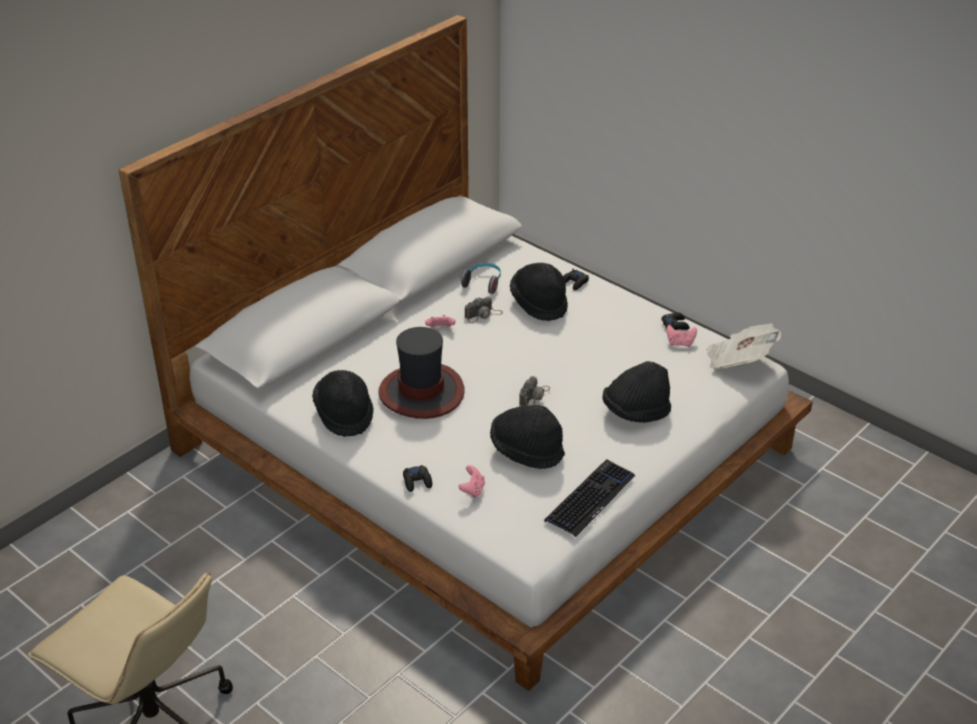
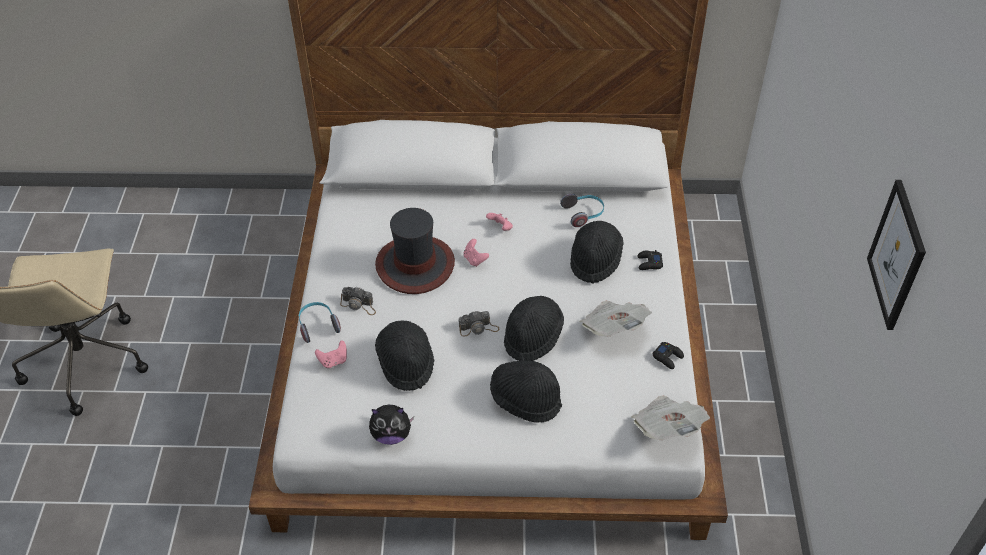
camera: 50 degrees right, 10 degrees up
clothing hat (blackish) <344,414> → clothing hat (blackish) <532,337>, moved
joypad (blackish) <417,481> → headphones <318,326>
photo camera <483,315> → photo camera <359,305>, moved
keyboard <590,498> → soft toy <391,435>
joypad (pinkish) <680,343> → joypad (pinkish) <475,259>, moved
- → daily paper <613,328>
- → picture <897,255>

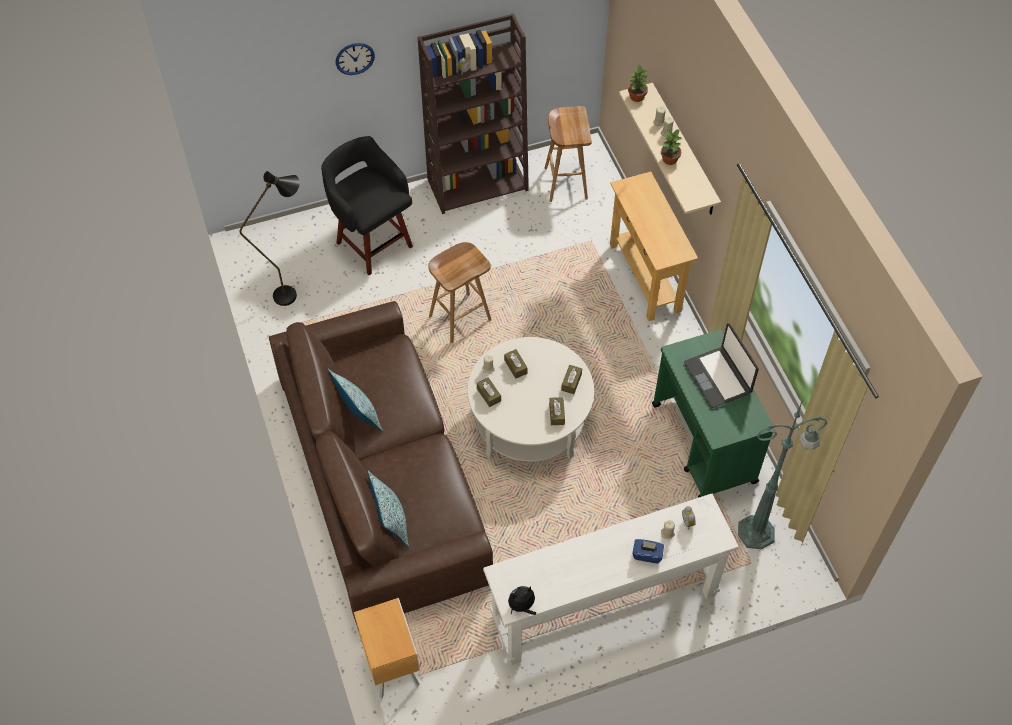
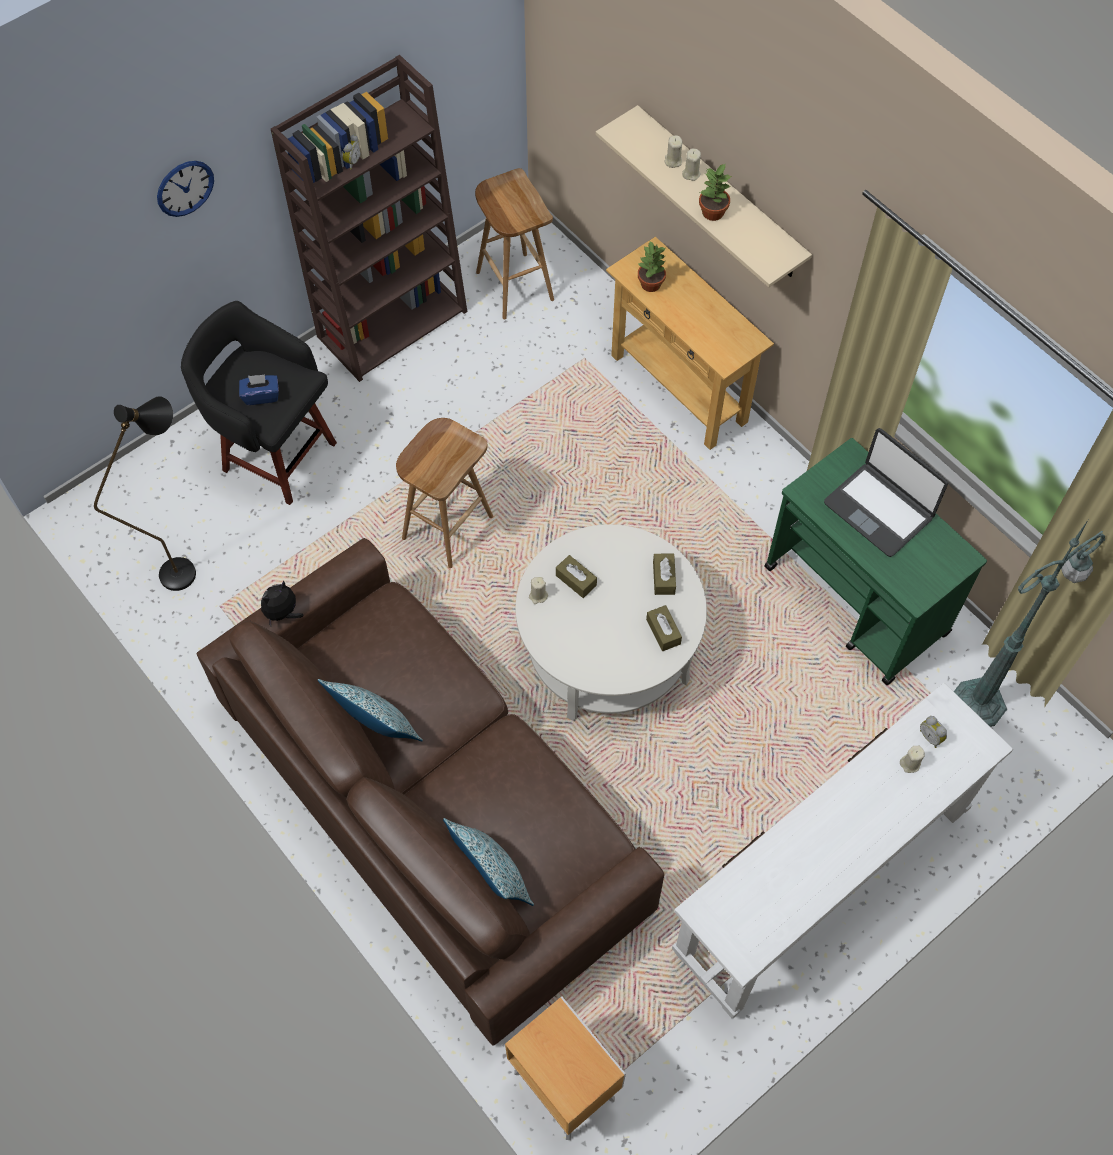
camera: 20 degrees left, 5 degrees up
box of tissues (brown) <488,395> → -
soft toy <522,606> → soft toy <283,613>, moved
plant in a pot <636,97> → plant in a pot <650,284>, moved
box of tissues (blue-coloured) <647,554> → box of tissues (blue-coloured) <261,396>, moved

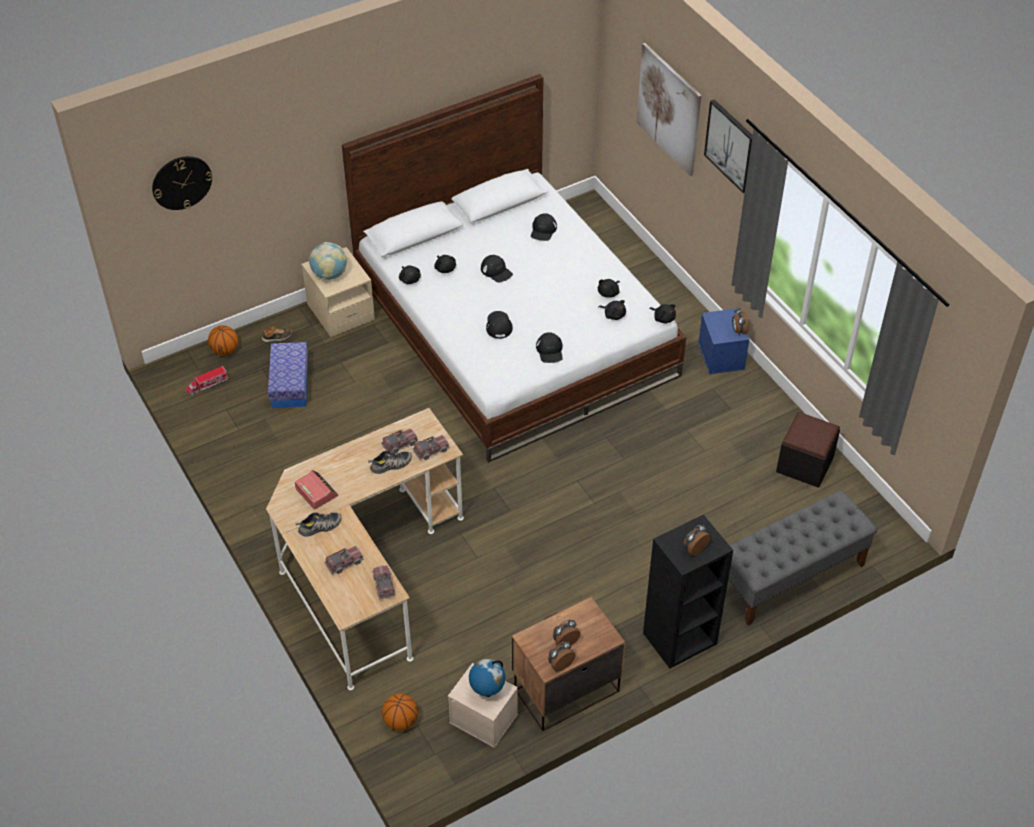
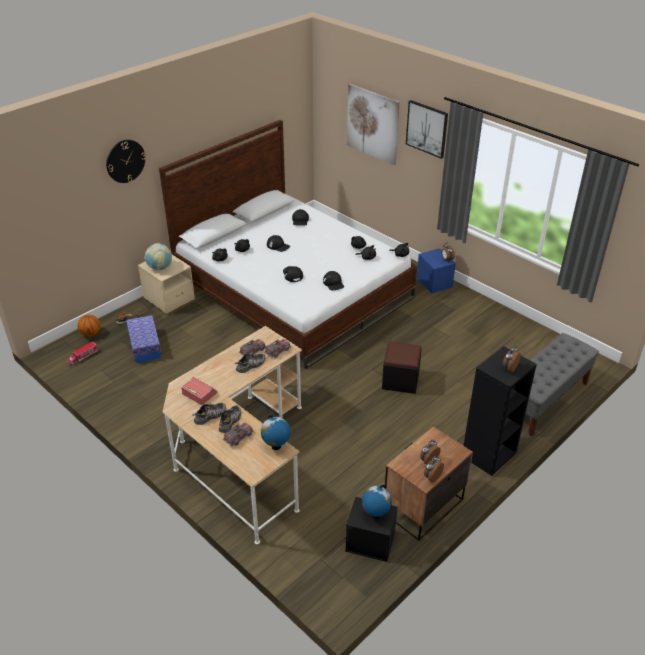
camera: 15 degrees left, 10 degrees down
wall clock <181,182> → wall clock <125,161>, moved
model truck <384,585> → globe <276,446>
basketball <401,721> → -
storage box (beige) <484,718> → storage box (blackish) <371,541>
ottoman (blackish) <804,464> → ottoman (blackish) <400,380>, moved
- → low shoe <230,421>

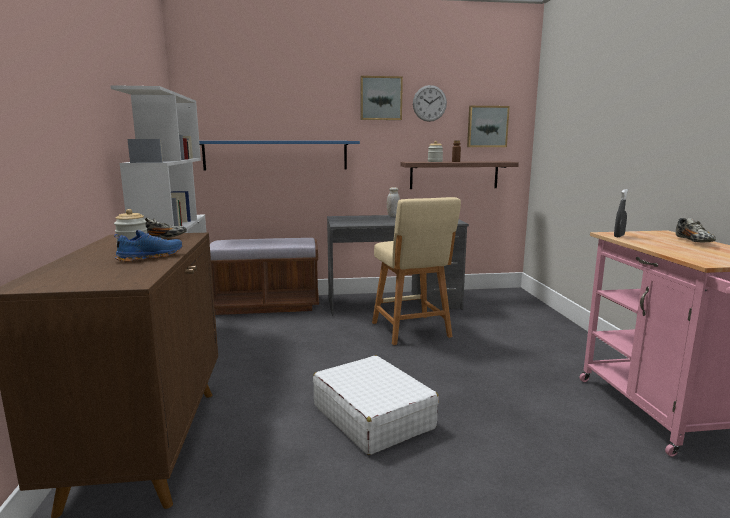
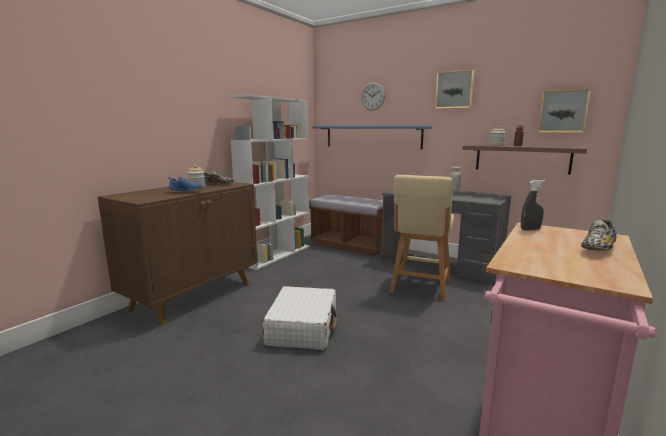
camera: 40 degrees right, 0 degrees up
wall clock <429,103> → wall clock <372,96>, moved

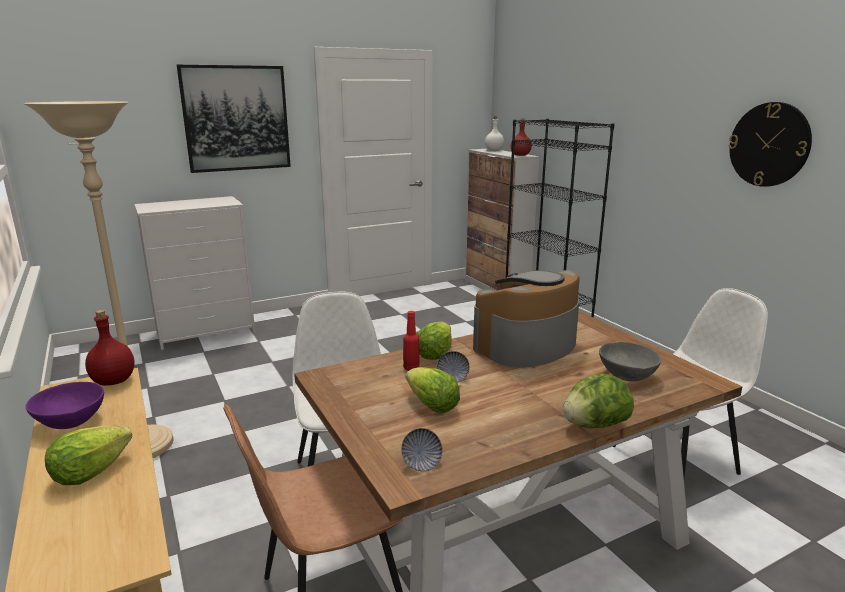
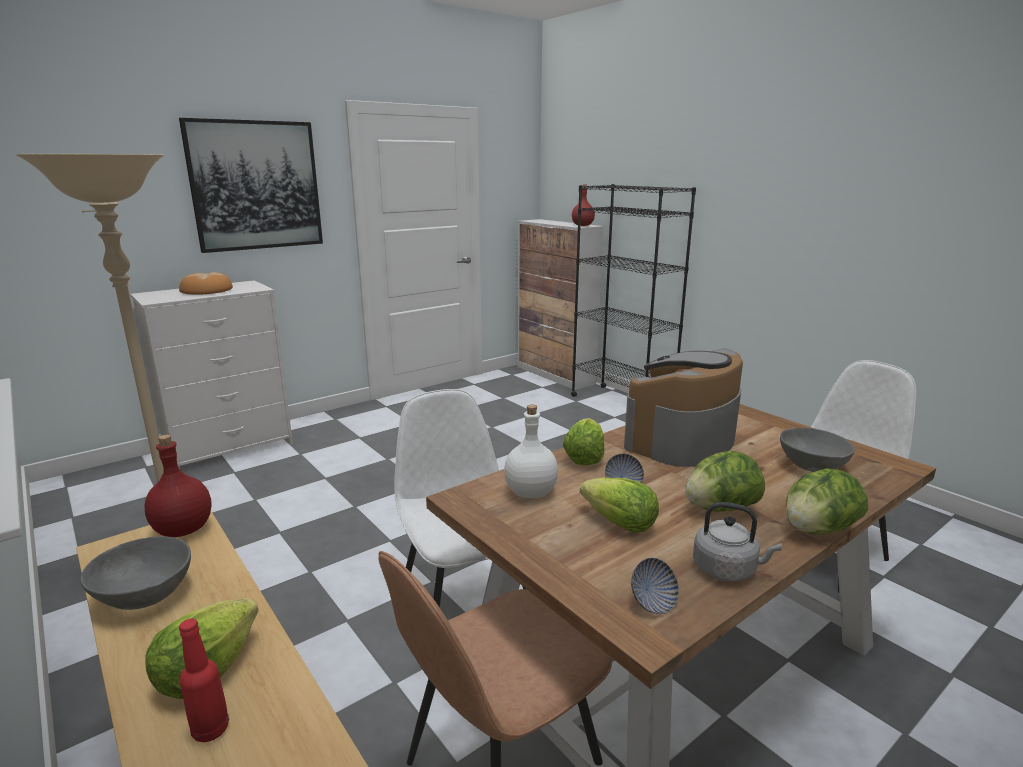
camera: 10 degrees left, 0 degrees up
deep dish (purplish) <71,421> → deep dish (gray) <145,595>
beverage bottle (red-coloured) <411,368> → beverage bottle (red-coloured) <210,730>, moved
beverage bottle (whitish) <494,150> → beverage bottle (whitish) <531,492>, moved
wall clock <769,144> → -
- → baked bread <206,290>
- → head of lettuce <720,508>
- → kettle (gray) <727,570>

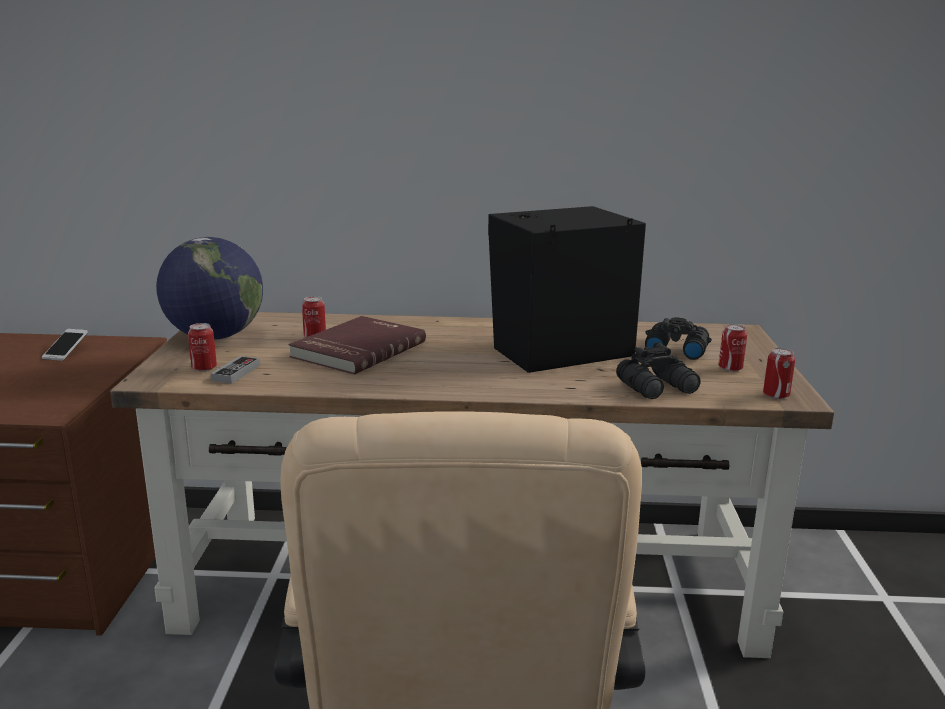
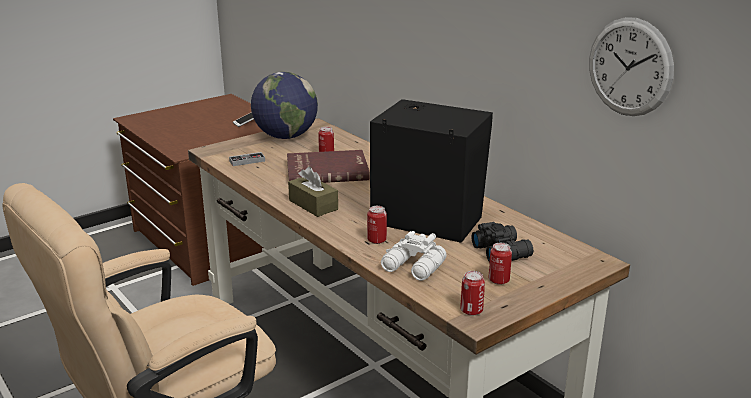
camera: 50 degrees right, 5 degrees up
sealed can <204,368> → sealed can <376,240>, moved
binoculars (blackish) <659,388> → binoculars (whitish) <414,268>
- → box of tissues (brown) <313,205>
- → wall clock <629,67>

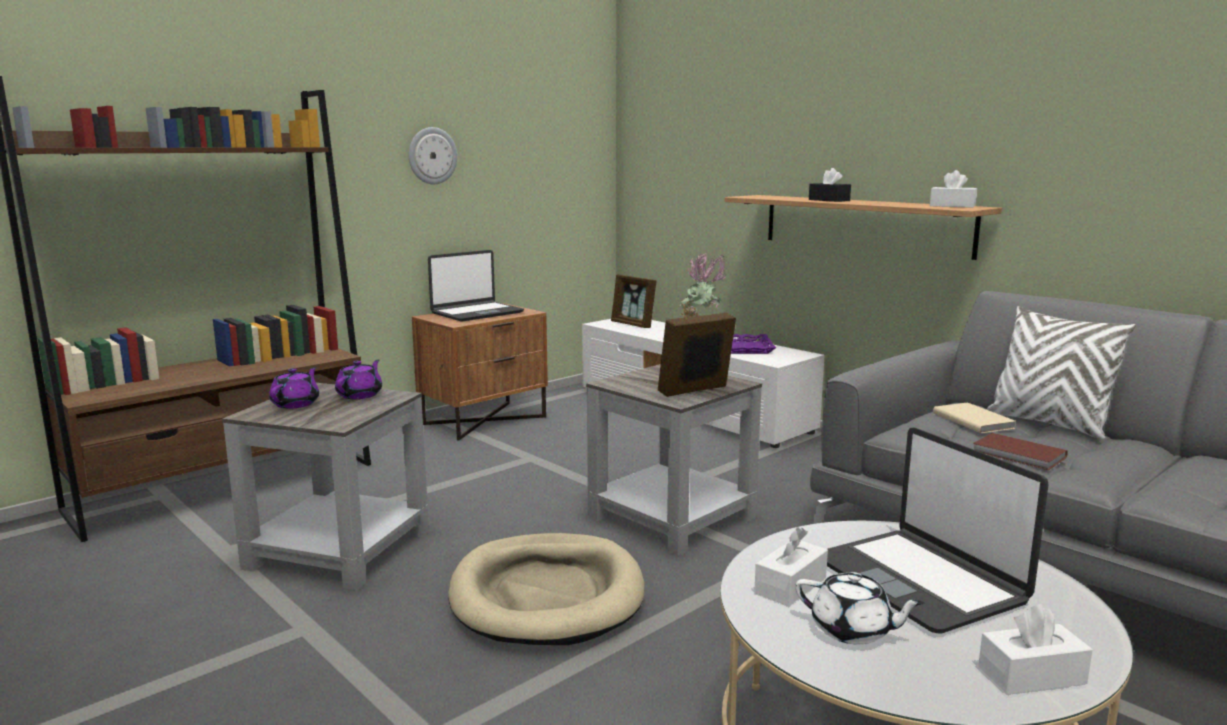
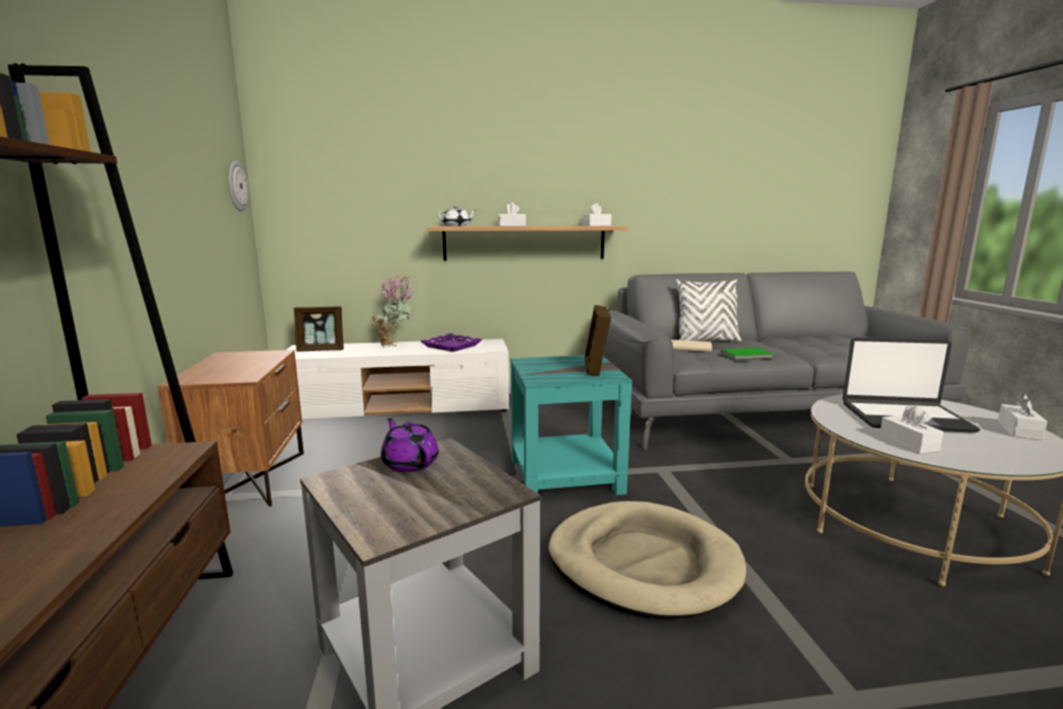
camera: 55 degrees left, 0 degrees up
teapot (purplish) <296,404> → -
wall clock <432,155> → wall clock <236,186>, moved
portable computer <476,313> → -
end table (gray) <674,516> → end table (turquoise-coloured) <566,474>
teapot (whitish) <852,631> → teapot (whitish) <457,226>, moved
box of tissues (blackish) <829,200> → box of tissues (whitish) <512,226>
book (brown) <1019,455> → book (green) <747,356>

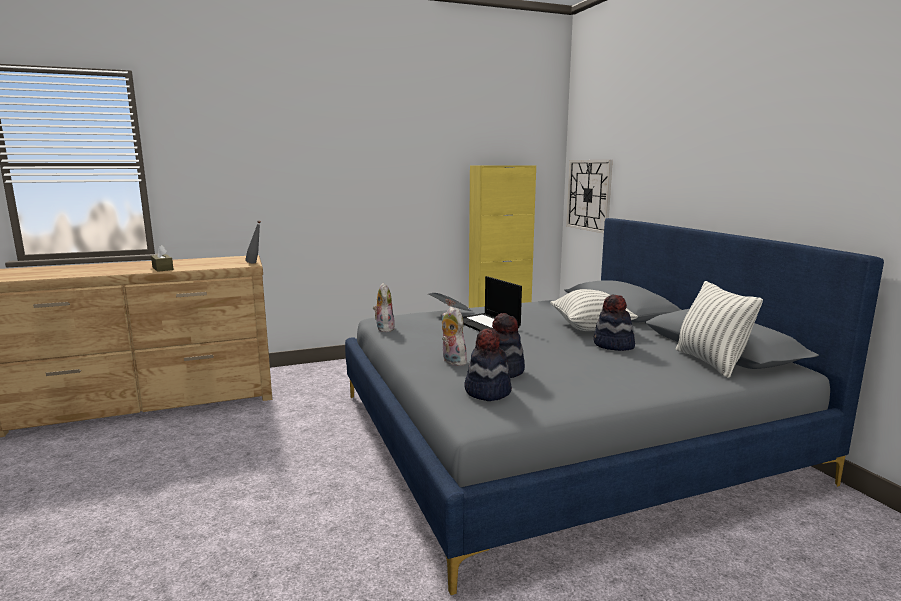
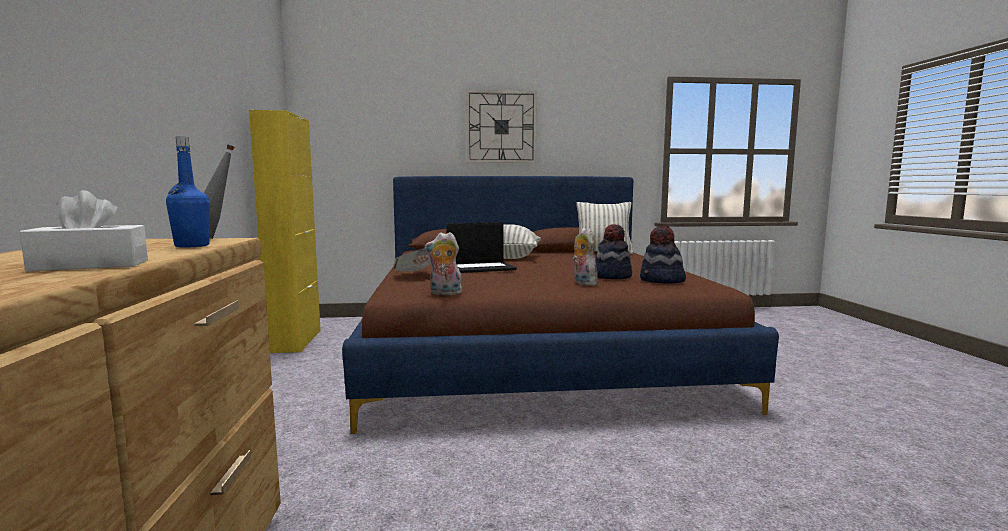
camera: 75 degrees left, 5 degrees down
box of tissues (brown) <162,268> → box of tissues (whitish) <90,265>
bed (gray) <557,434> → bed (brown) <533,352>
soft toy <452,361> → soft toy <583,283>, 90 degrees clockwise
wall clock <589,195> → wall clock <501,127>, moved
clothing hat <613,345> → -
- → beverage bottle (blue-coloured) <192,246>

